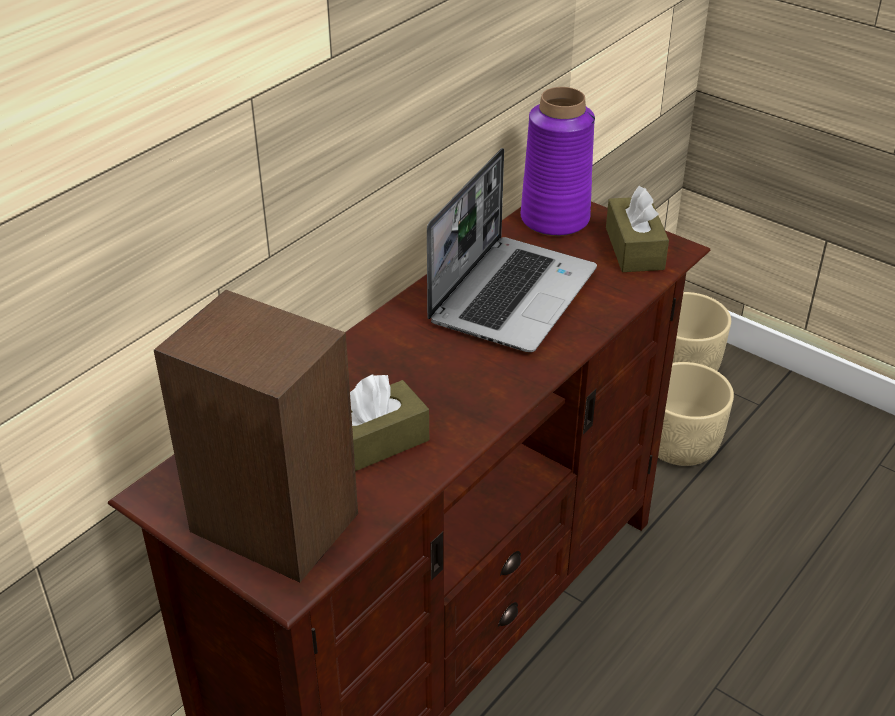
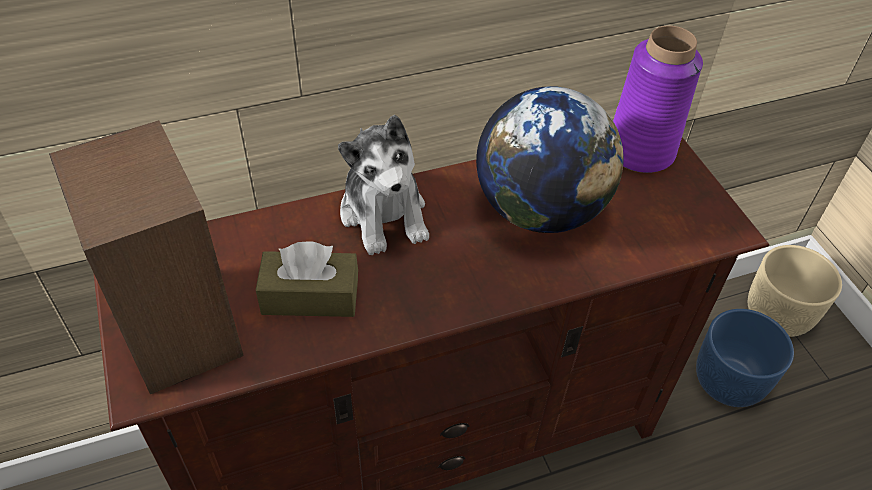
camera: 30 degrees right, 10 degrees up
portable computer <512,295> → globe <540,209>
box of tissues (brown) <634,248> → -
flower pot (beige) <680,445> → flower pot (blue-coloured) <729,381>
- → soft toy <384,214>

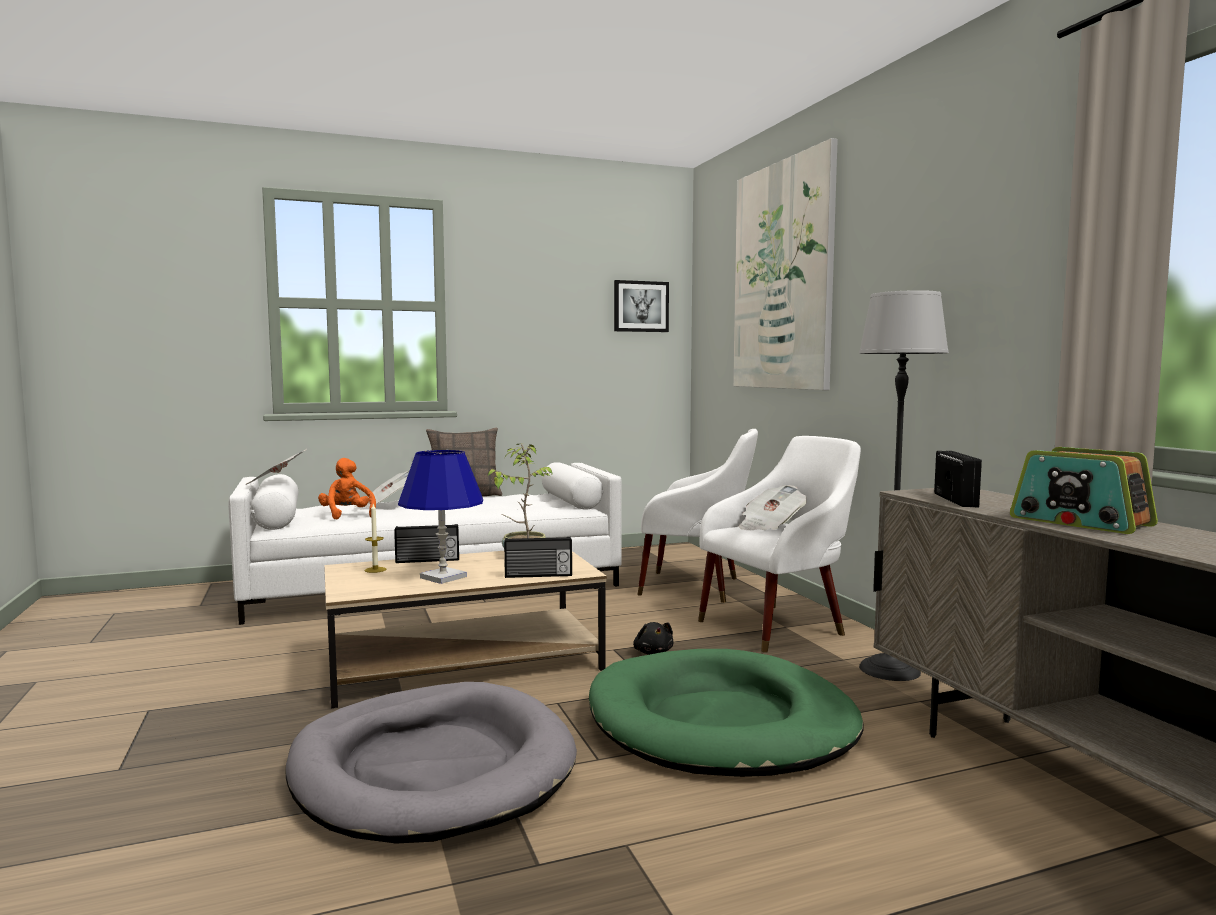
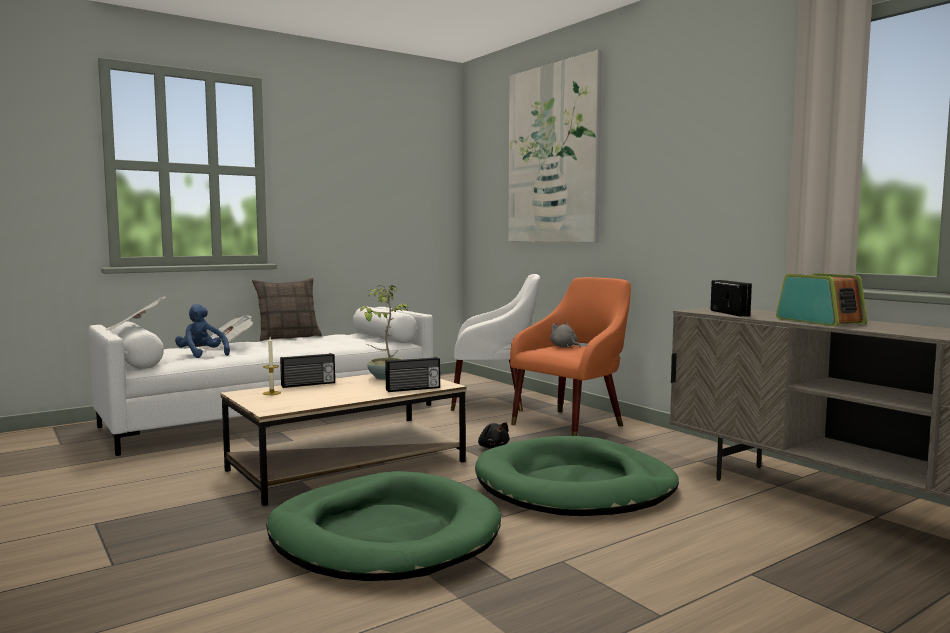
camera: 15 degrees left, 0 degrees up
dog cushion (gray) <432,769> → dog cushion (green) <383,535>
soft toy (orangey) <347,515> → soft toy (blue-coloured) <201,355>
tabletop lamp (blue-coloured) <443,577> → -
picture <640,306> → -
armchair (whitish) <777,626> → armchair (orangey) <572,423>
daily paper <770,526> → soft toy (gray) <564,347>
standing lamp <890,669> → -
radio <1080,522> → radio <820,321>, 150 degrees counterclockwise

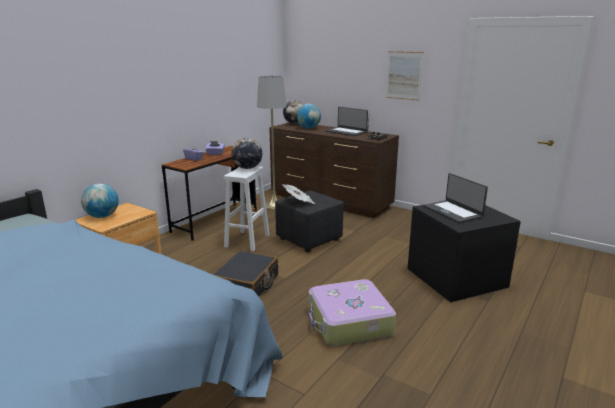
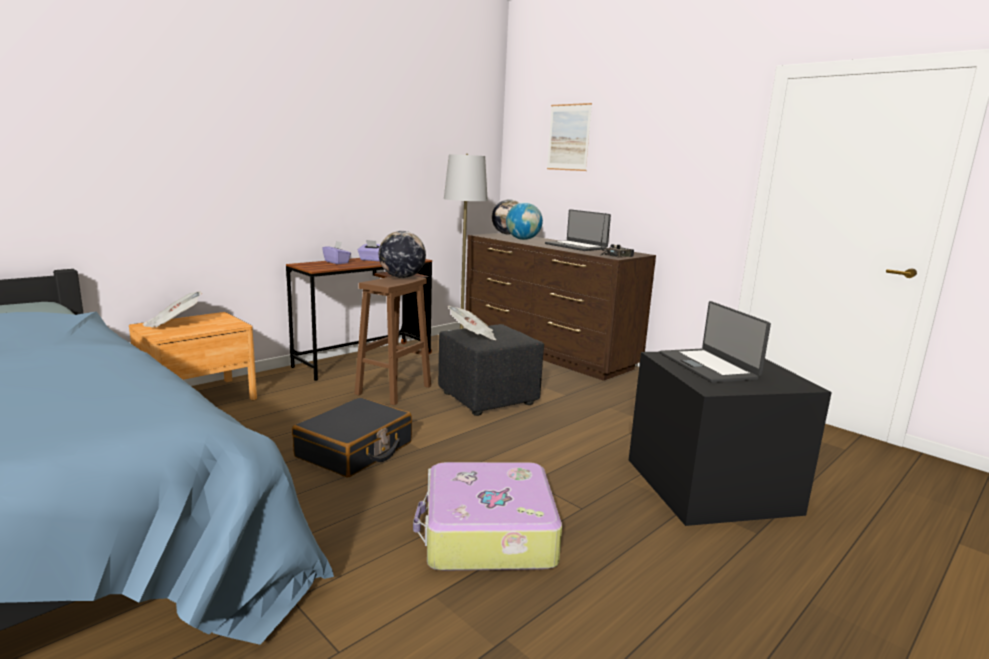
camera: 10 degrees right, 5 degrees down
globe <102,216> → daily paper <173,324>
sitting stool (whitish) <247,241> → sitting stool (brown) <393,390>
picture <404,75> → picture <568,137>, moved

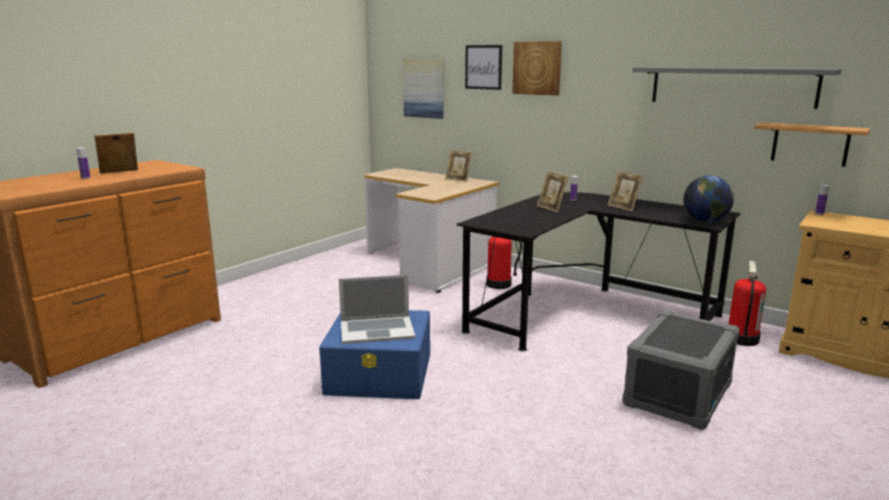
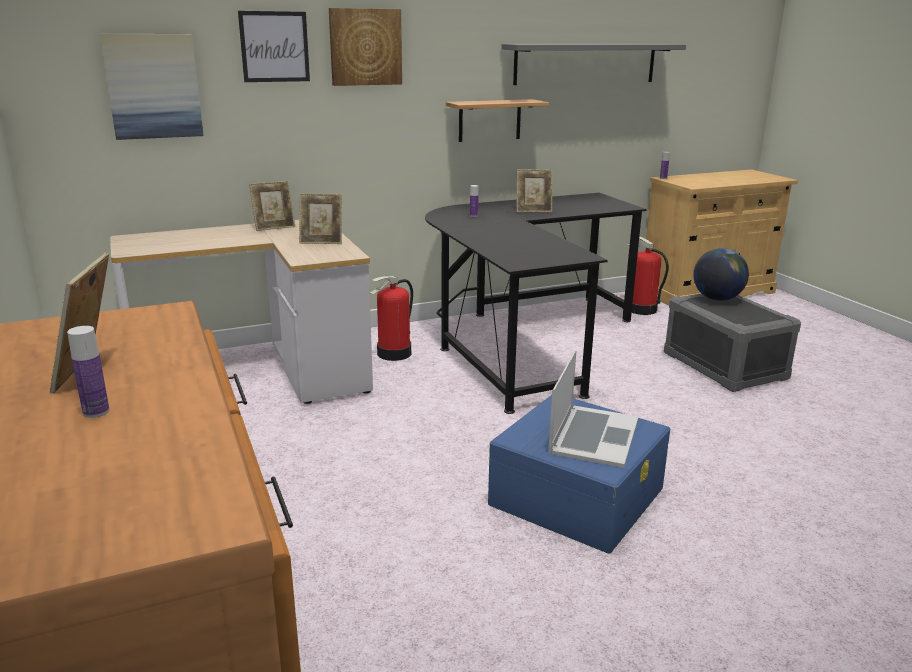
camera: 60 degrees left, 5 degrees up
standing frame <551,208> → standing frame <322,242>, moved
globe <705,221> → globe <717,299>, moved
wall shelf <810,144> → wall shelf <489,120>, moved

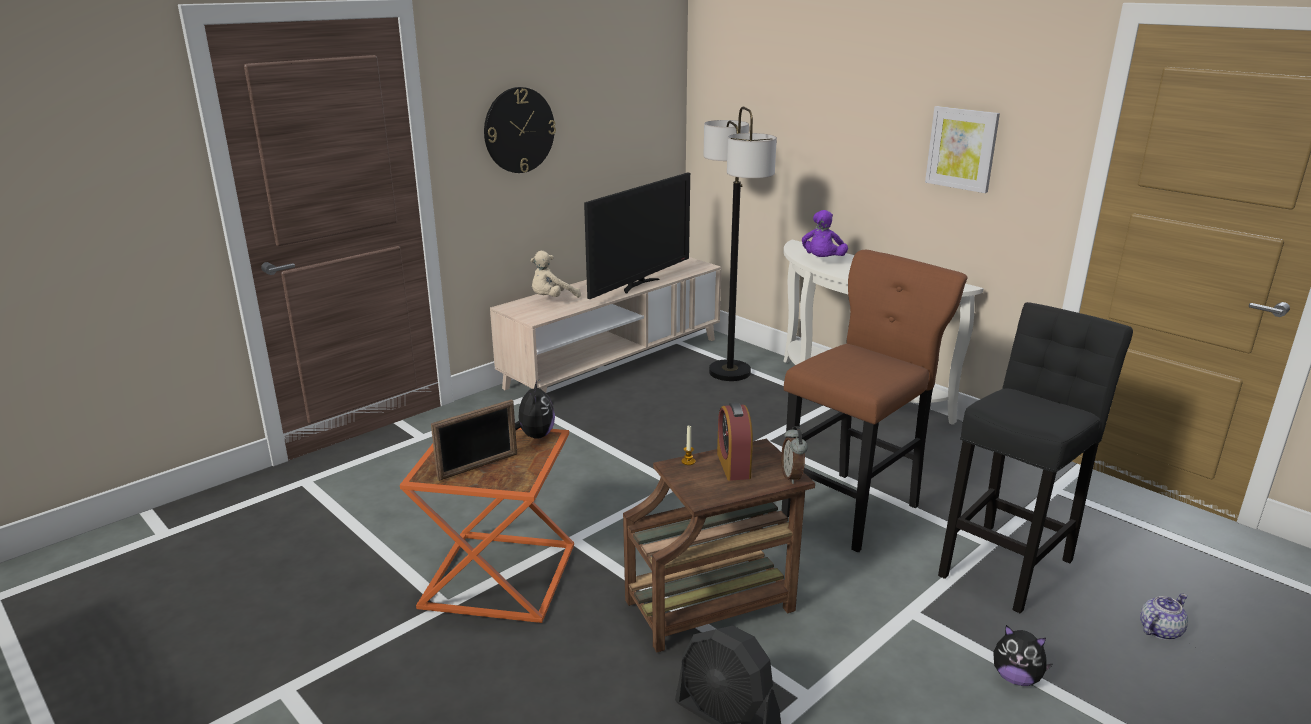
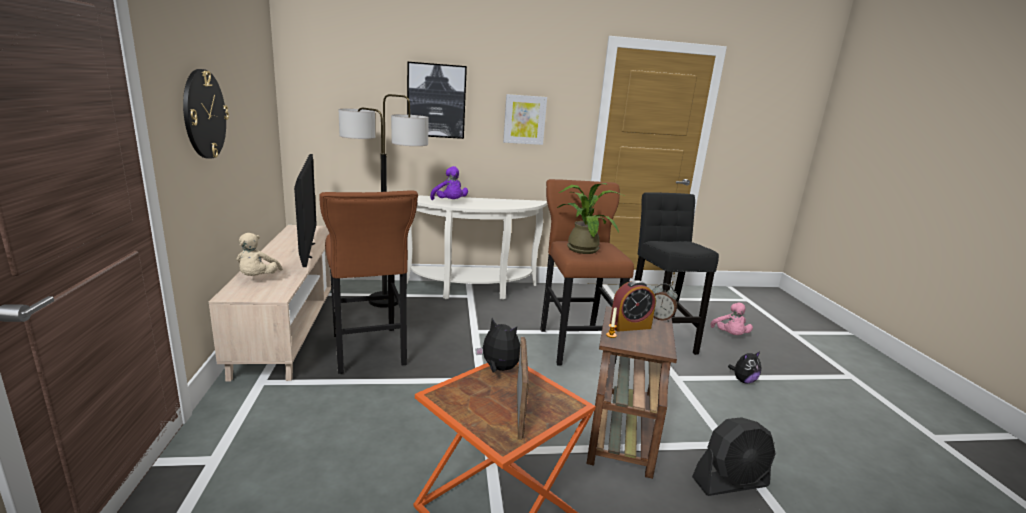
camera: 55 degrees left, 5 degrees down
bedside clock <733,465> → bedside clock <630,326>, 45 degrees counterclockwise
teapot <1159,630> → soft toy (pinkish) <730,335>
- → sitting stool (brown) <368,352>
- → picture <436,101>
- → plant in a pot <582,248>

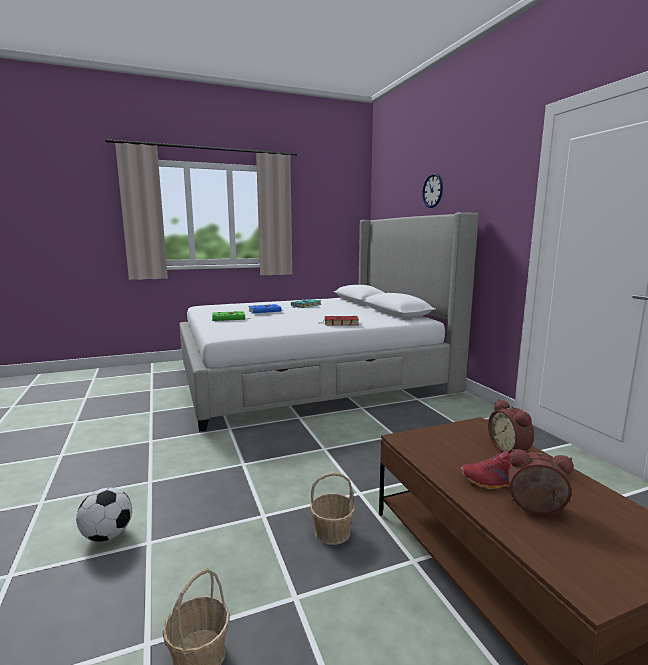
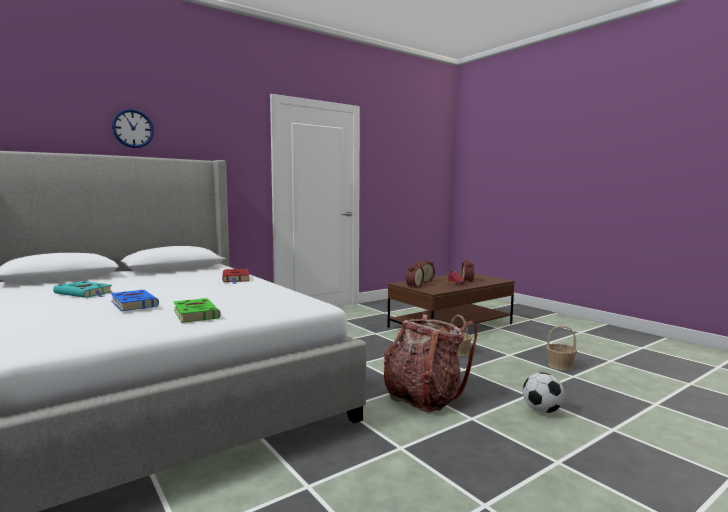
camera: 105 degrees left, 5 degrees down
- → knapsack <424,397>
- → bedside clock <413,286>

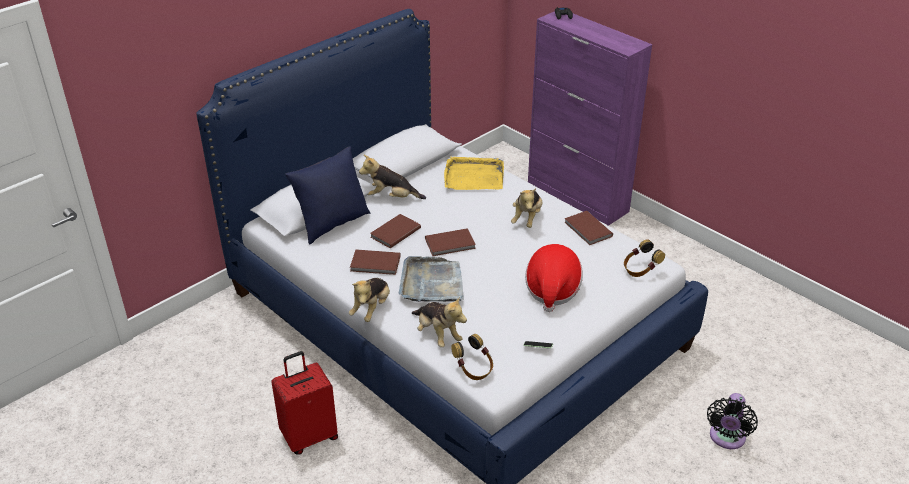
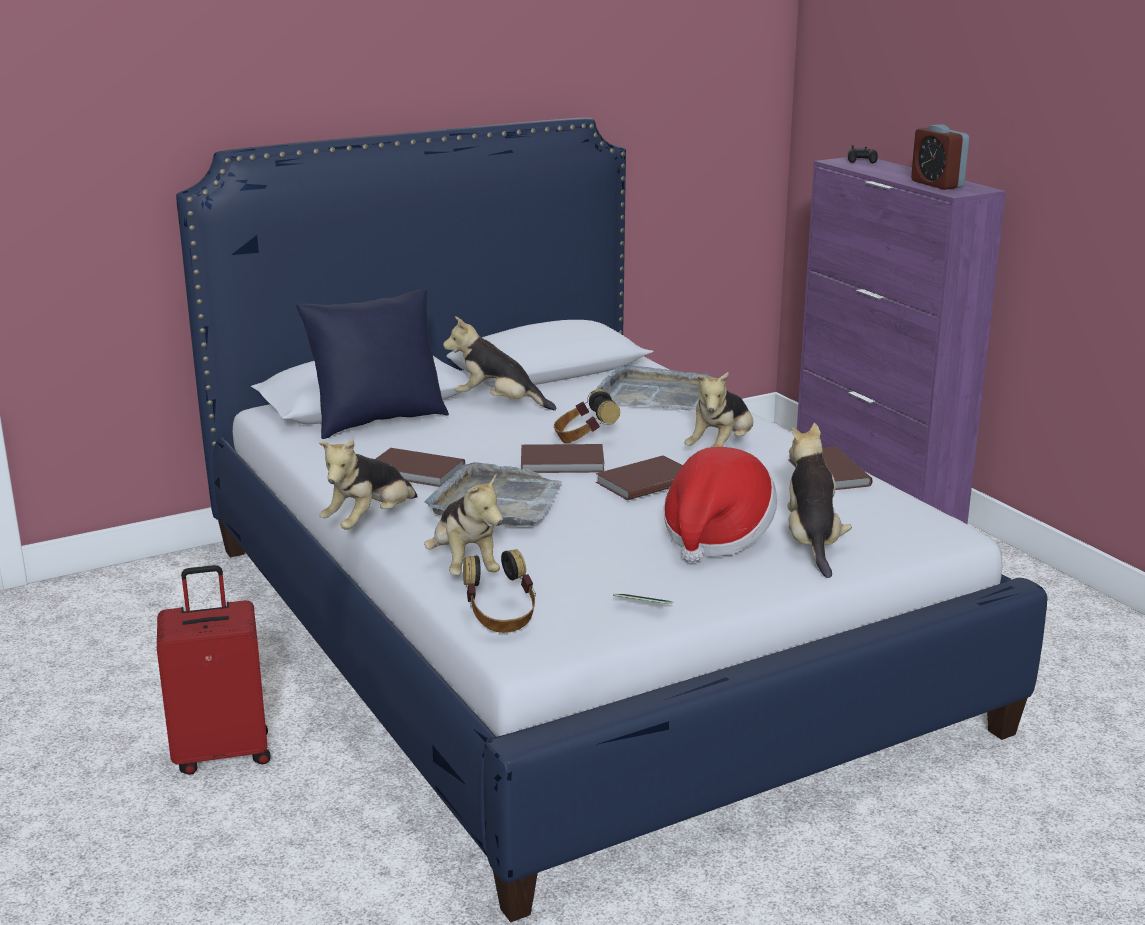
camera: 15 degrees right, 15 degrees down
book (brown) <394,232> → book (brown) <643,481>, moved
carrying tray (yellowish) <473,176> → carrying tray (gray) <654,394>
headphones <640,270> → headphones <584,439>, moved
electric fan (blackish) <726,438> → -
- → soft toy <812,543>
- → bedside clock <937,184>

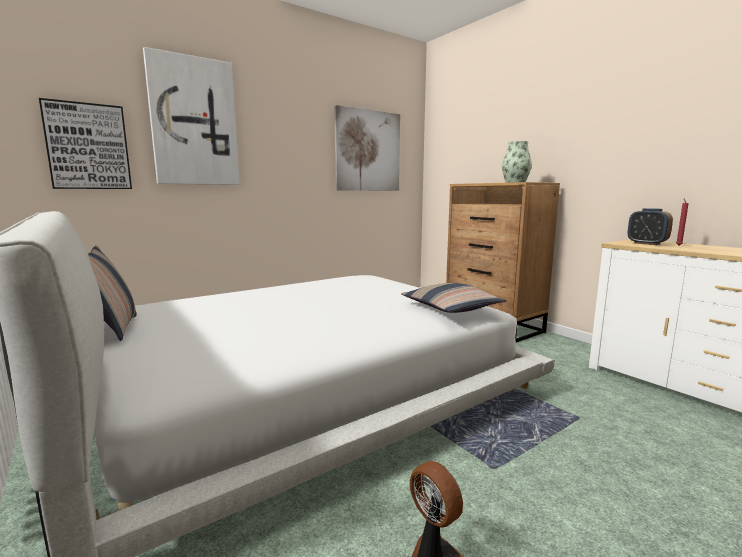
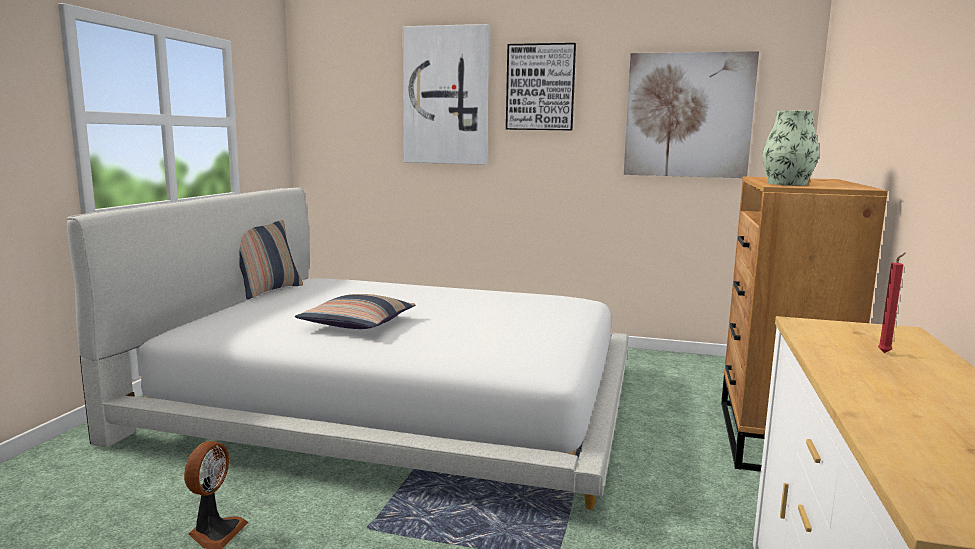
camera: 50 degrees right, 0 degrees up
picture <88,147> → picture <540,87>, moved
cushion <451,308> → cushion <357,324>, moved
bedside clock <647,243> → -

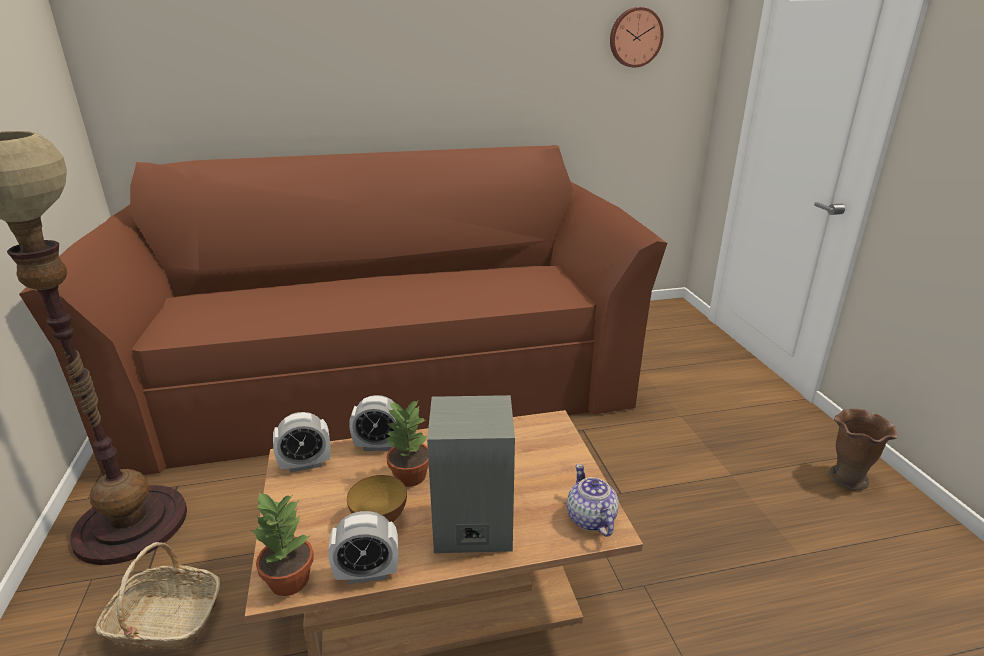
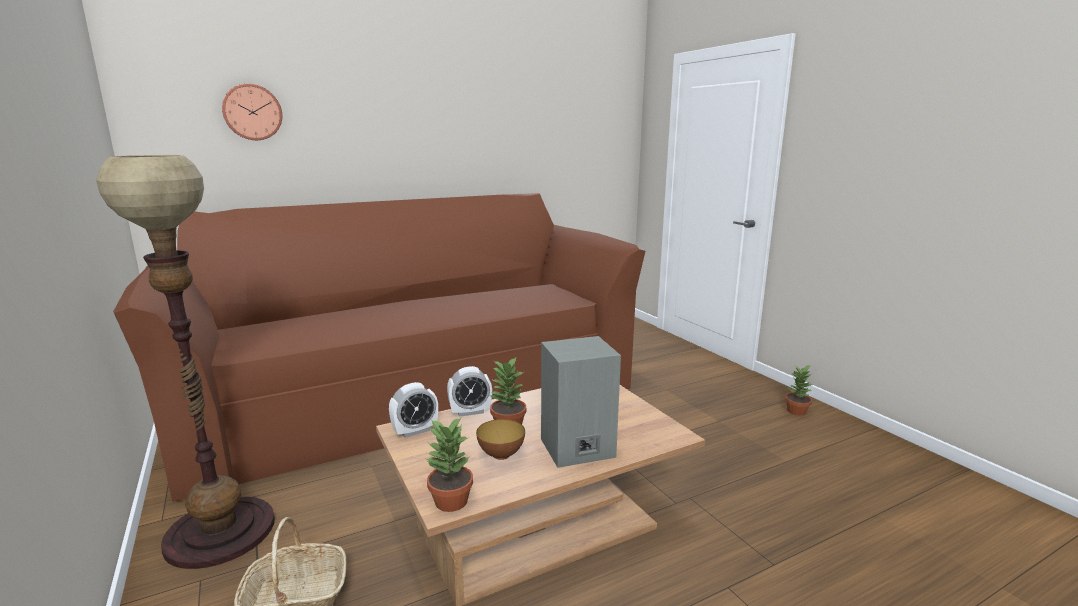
camera: 15 degrees left, 10 degrees down
bedside clock <367,573> → -
teapot <590,519> → -
wall clock <635,37> → wall clock <252,112>, moved
flower vase (brown) <848,478> → plant in a pot <797,411>

